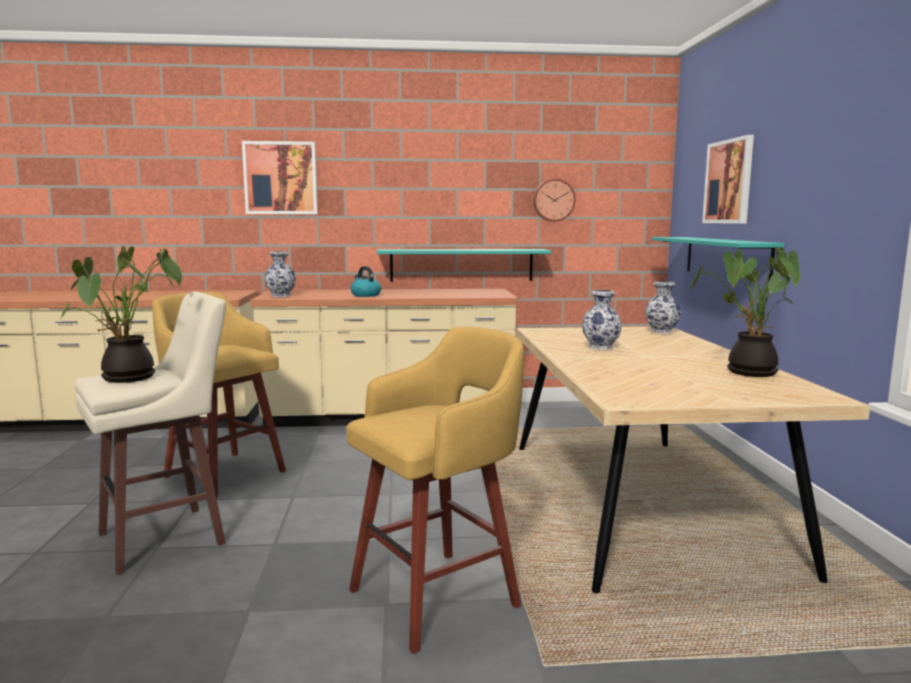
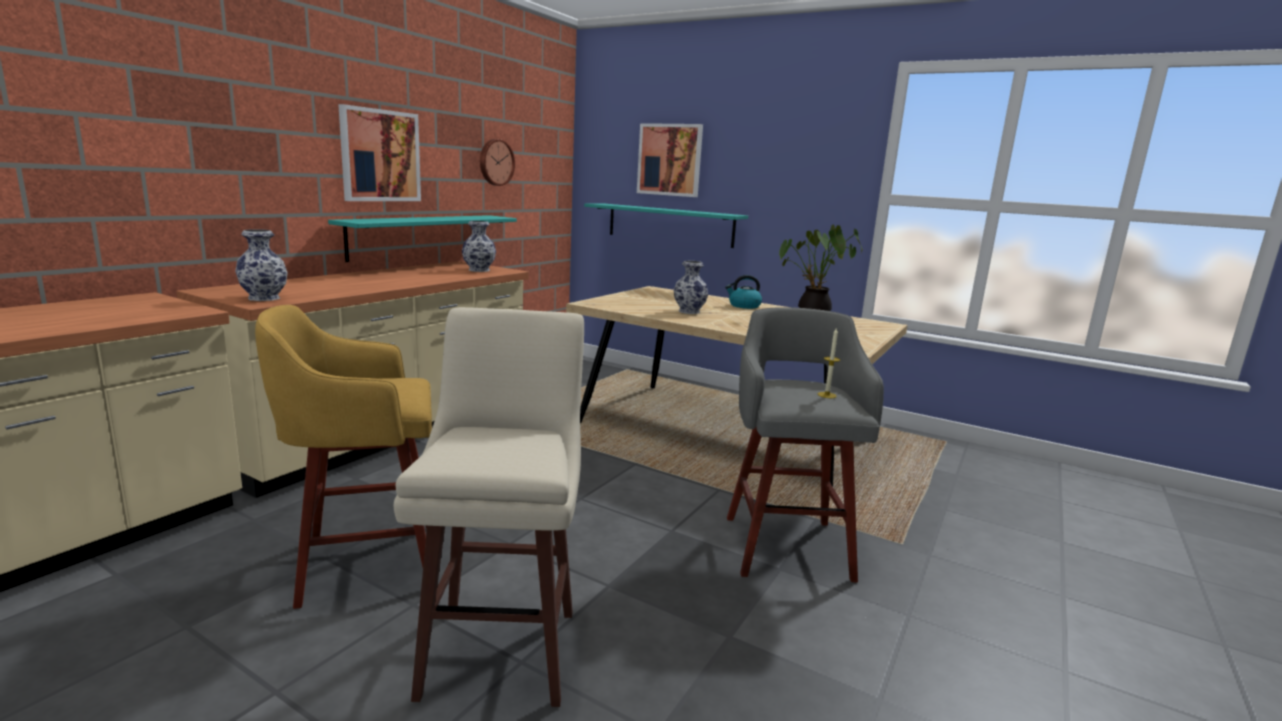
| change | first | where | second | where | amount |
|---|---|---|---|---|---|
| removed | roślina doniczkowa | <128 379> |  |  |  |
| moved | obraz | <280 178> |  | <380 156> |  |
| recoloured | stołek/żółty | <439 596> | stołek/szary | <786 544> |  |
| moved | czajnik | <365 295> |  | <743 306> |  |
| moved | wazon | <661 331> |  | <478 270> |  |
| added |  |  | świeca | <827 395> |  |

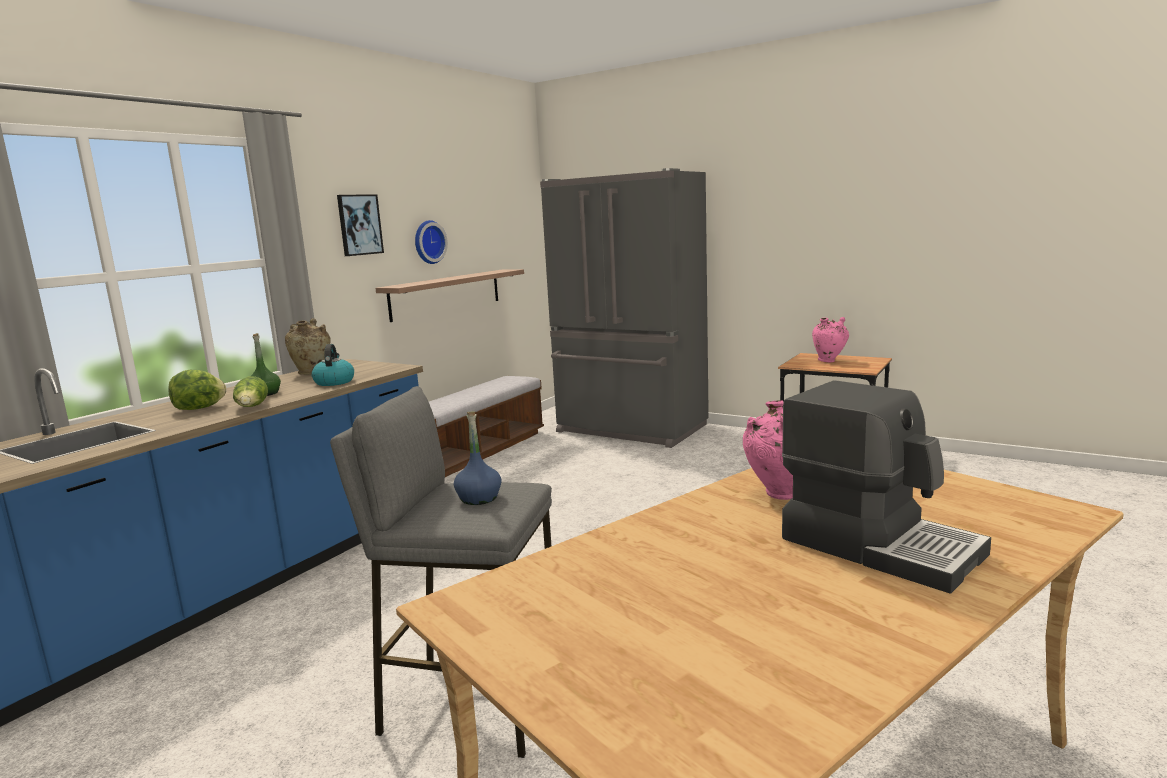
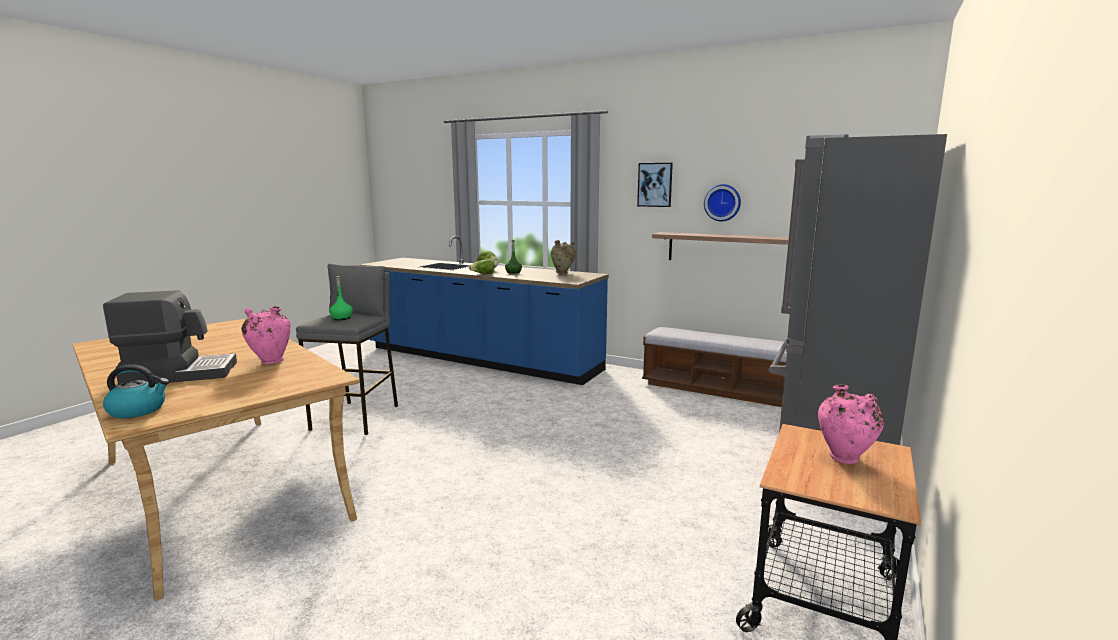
| change | first | where | second | where | amount |
|---|---|---|---|---|---|
| moved | czajnik | <334 382> |  | <138 410> |  |
| recoloured | butelka/niebieski | <479 498> | butelka/zielony | <341 318> |  |
| turned | ekspres do kawy | <880 545> |  | <180 373> | 150 degrees counterclockwise |

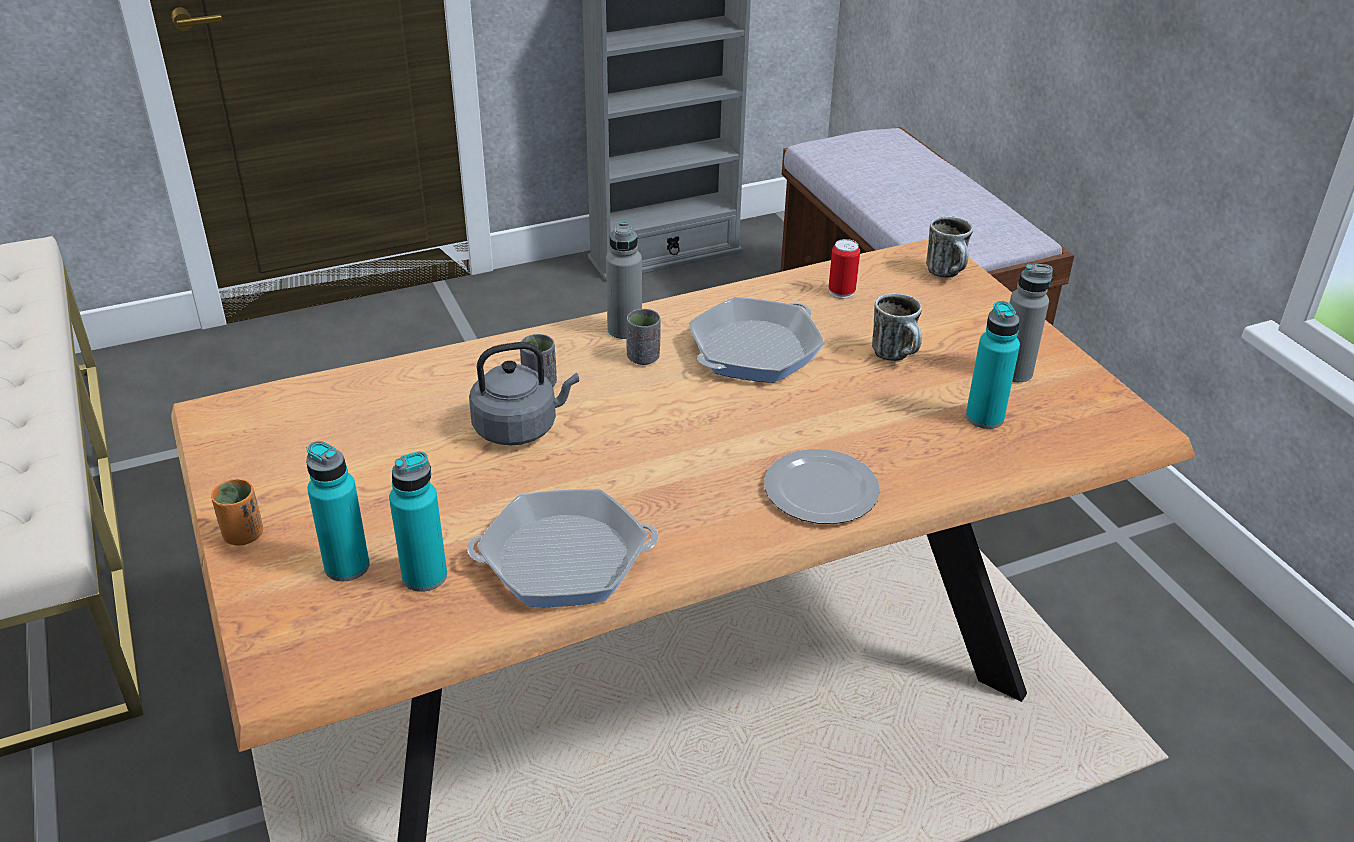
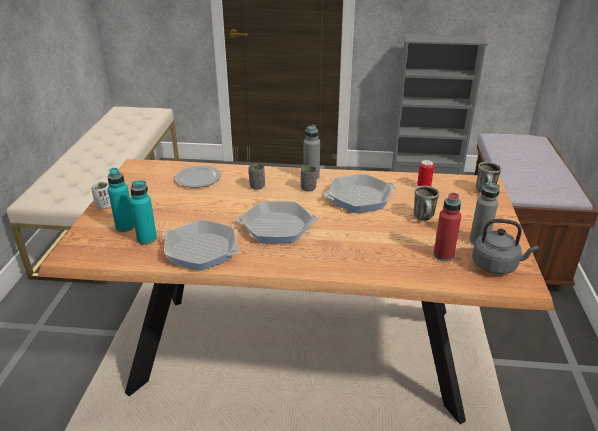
| change | first | where | second | where | amount |
|---|---|---|---|---|---|
| recoloured | filiżanka/pomarańczowy | <243 535> | filiżanka/biały | <104 206> |  |
| moved | czajnik/szary | <520 428> |  | <496 266> |  |
| moved | talerz | <823 491> |  | <199 178> |  |
| recoloured | butelka/turkusowy | <984 417> | butelka/czerwony | <443 255> |  |
| added |  |  | patelnia | <277 227> |  |

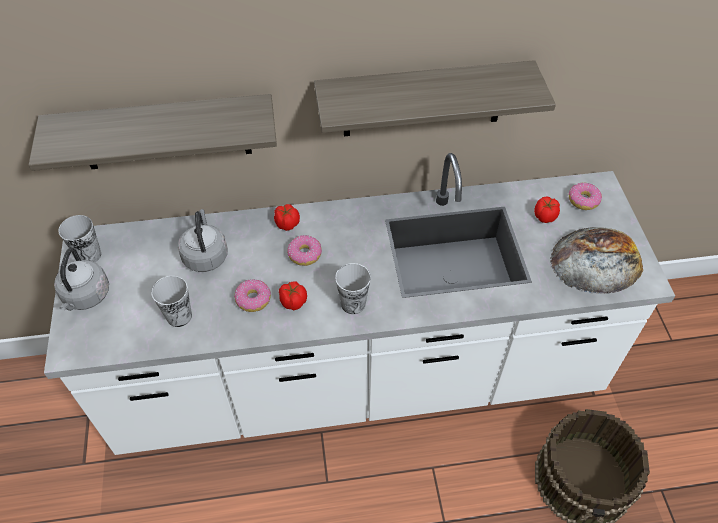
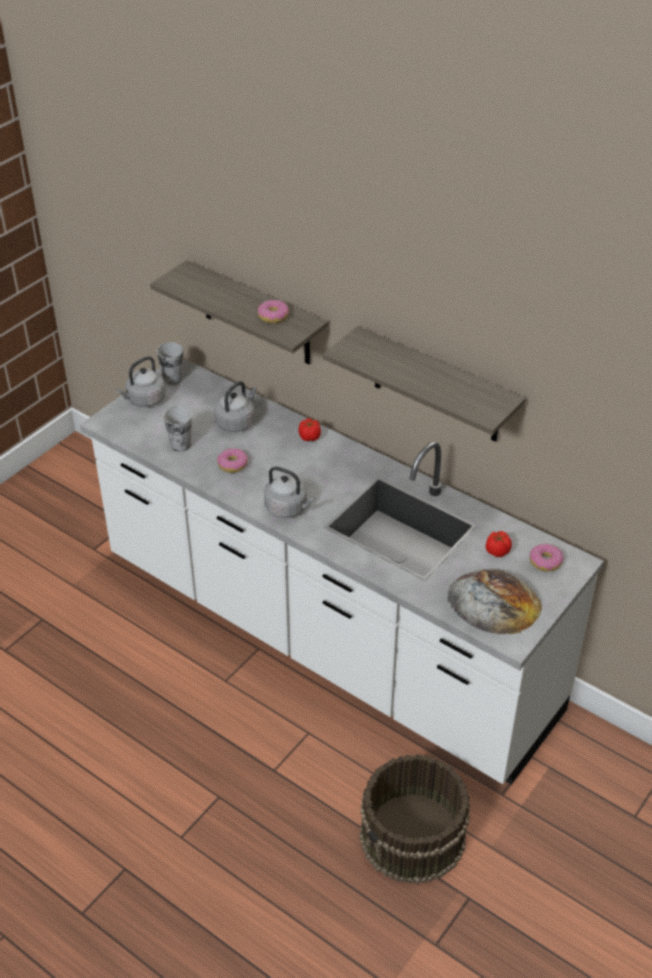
| change | first | where | second | where | amount |
|---|---|---|---|---|---|
| removed | pomidor | <293 301> |  |  |  |
| moved | donut | <305 254> |  | <273 316> |  |
| replaced | filiżanka | <353 304> | czajnik/szary | <288 508> |  |

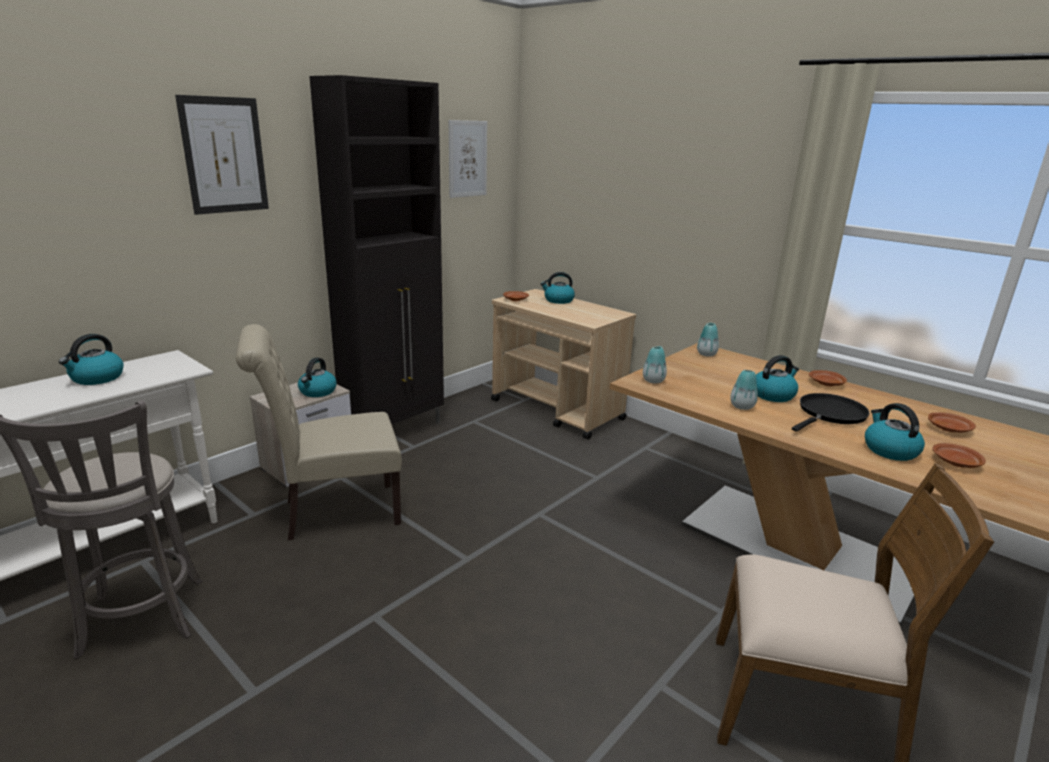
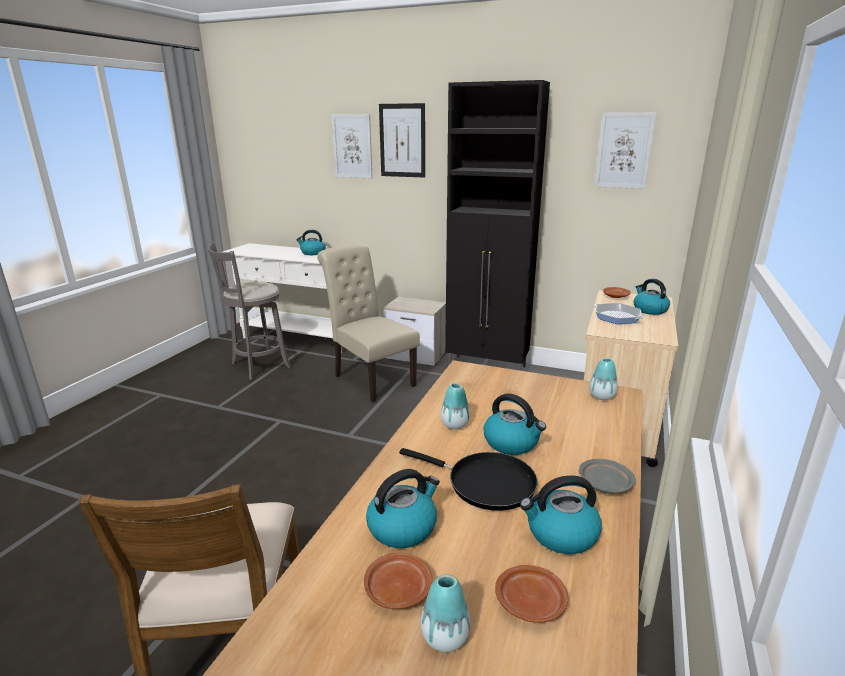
| change | first | where | second | where | amount |
|---|---|---|---|---|---|
| moved | czajnik | <317 392> |  | <560 534> |  |
| moved | wazon | <653 381> |  | <445 637> |  |
| recoloured | talerz/brązowy | <826 383> | talerz/szary | <604 483> |  |
| added |  |  | obraz | <352 146> |  |
| added |  |  | patelnia | <617 317> |  |

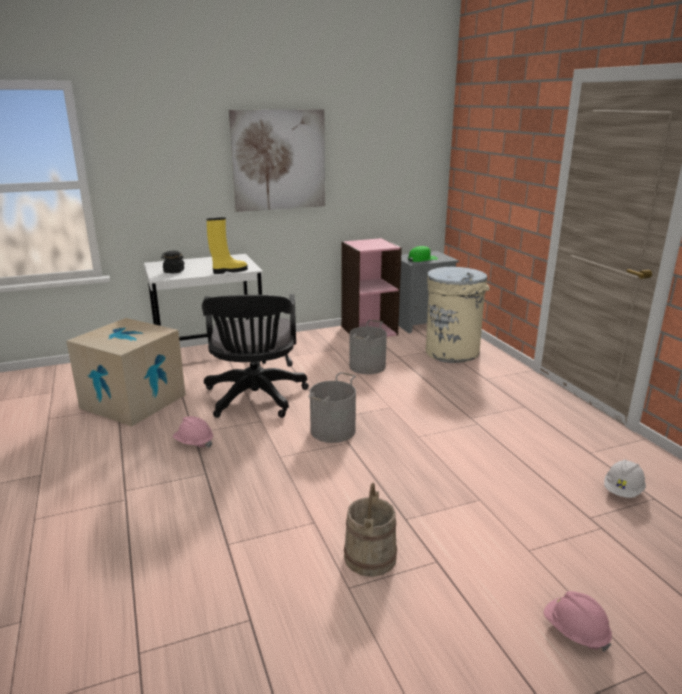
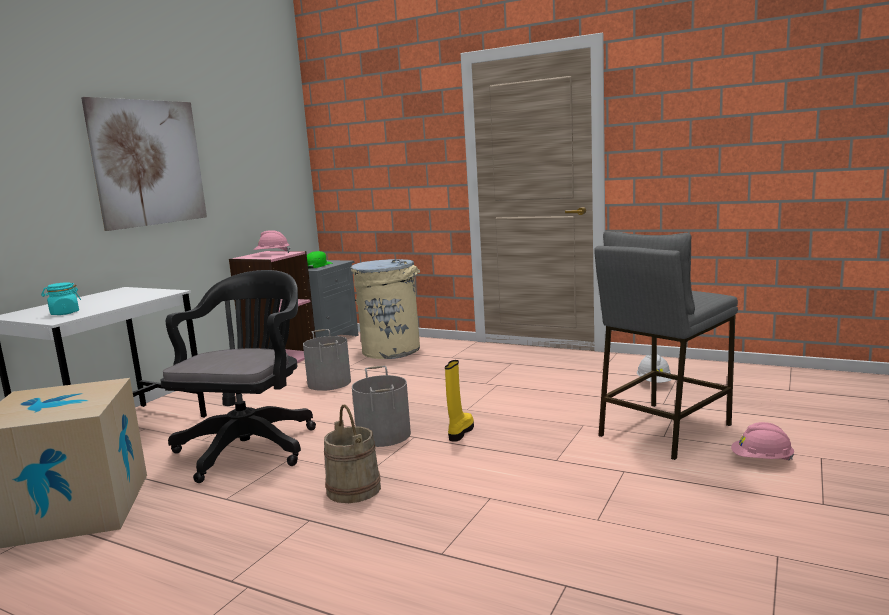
| change | first | where | second | where | amount |
|---|---|---|---|---|---|
| recoloured | słoik/czarny | <174 272> | słoik/turkusowy | <64 313> |  |
| moved | kask/różowy | <194 443> |  | <272 254> |  |
| turned | krzesło biurowe/czarny | <255 399> |  | <251 446> | 120 degrees counterclockwise |
| moved | but z cholewką/żółty | <229 271> |  | <460 432> |  |
| moved | wiadro/beżowy | <369 556> |  | <353 489> |  |
| added |  |  | stołek/szary | <663 430> |  |

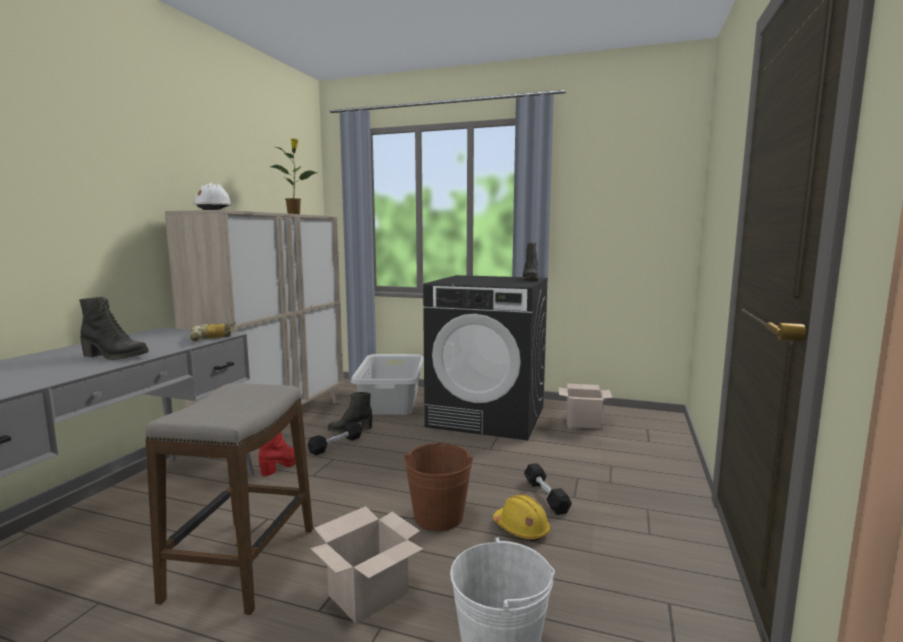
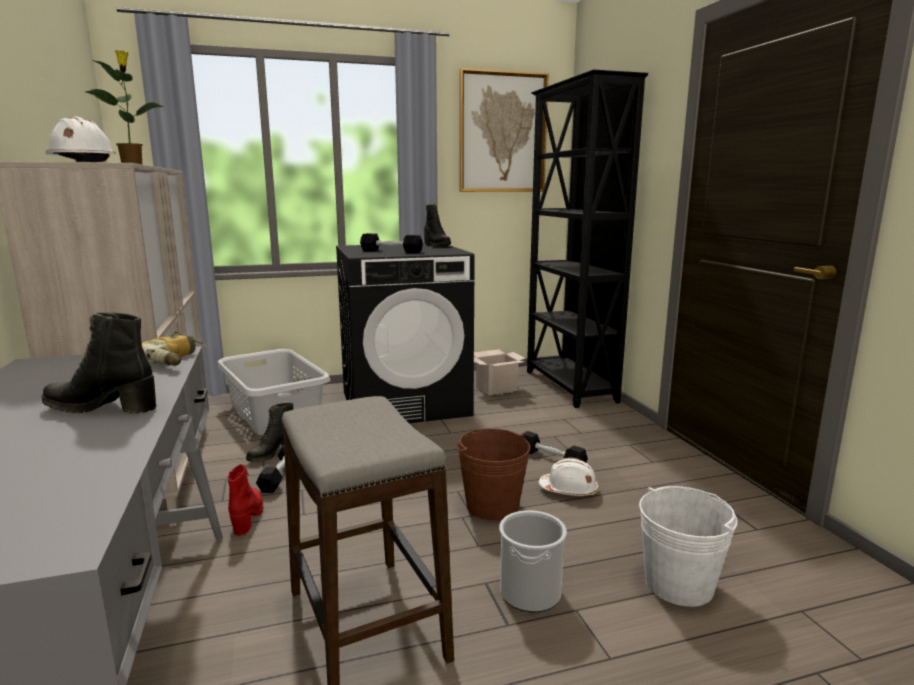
| change | first | where | second | where | amount |
|---|---|---|---|---|---|
| turned | but z cholewką/czarny | <114 357> |  | <102 408> | 150 degrees counterclockwise |
| replaced | karton | <367 596> | wiadro | <530 593> |  |
| recoloured | kask/żółty | <521 528> | kask/biały | <569 490> |  |
| added |  |  | hantel/czarny | <391 251> |  |
| added |  |  | obraz | <502 133> |  |
| added |  |  | regał/czarny | <569 387> |  |

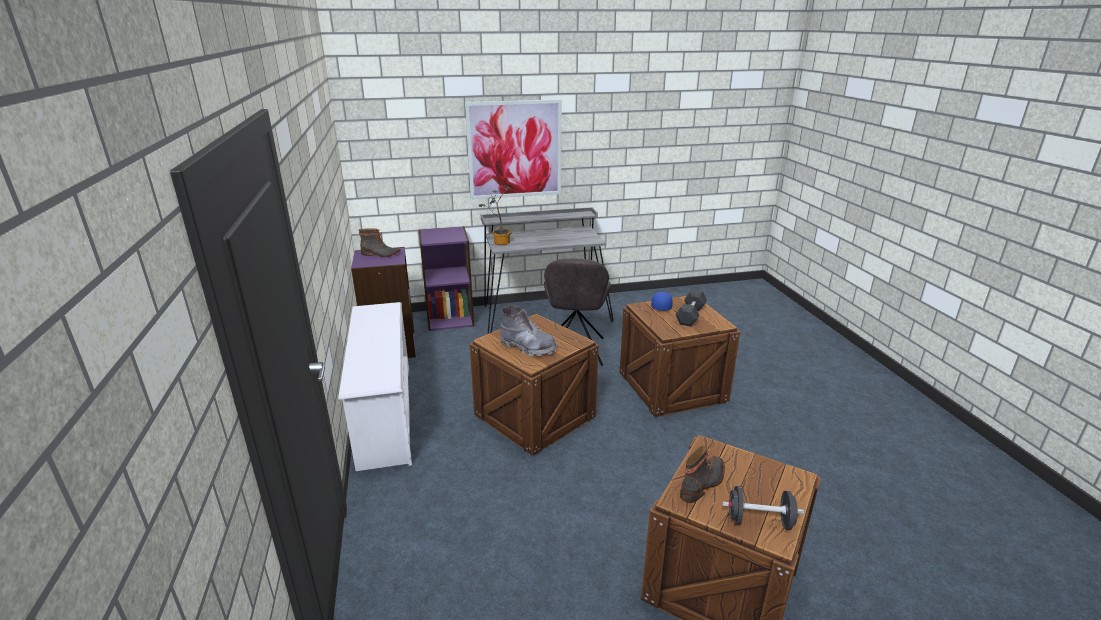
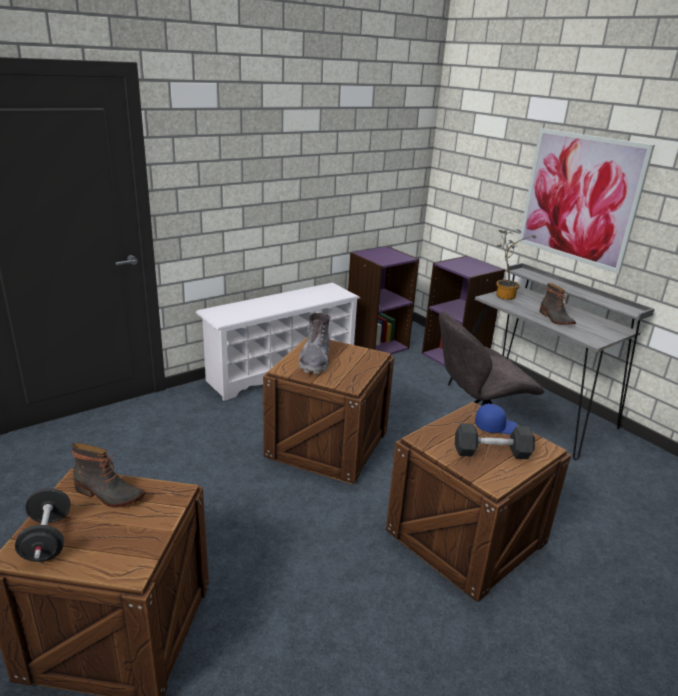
| change | first | where | second | where | amount |
|---|---|---|---|---|---|
| moved | but z cholewką | <380 254> |  | <555 319> |  |

